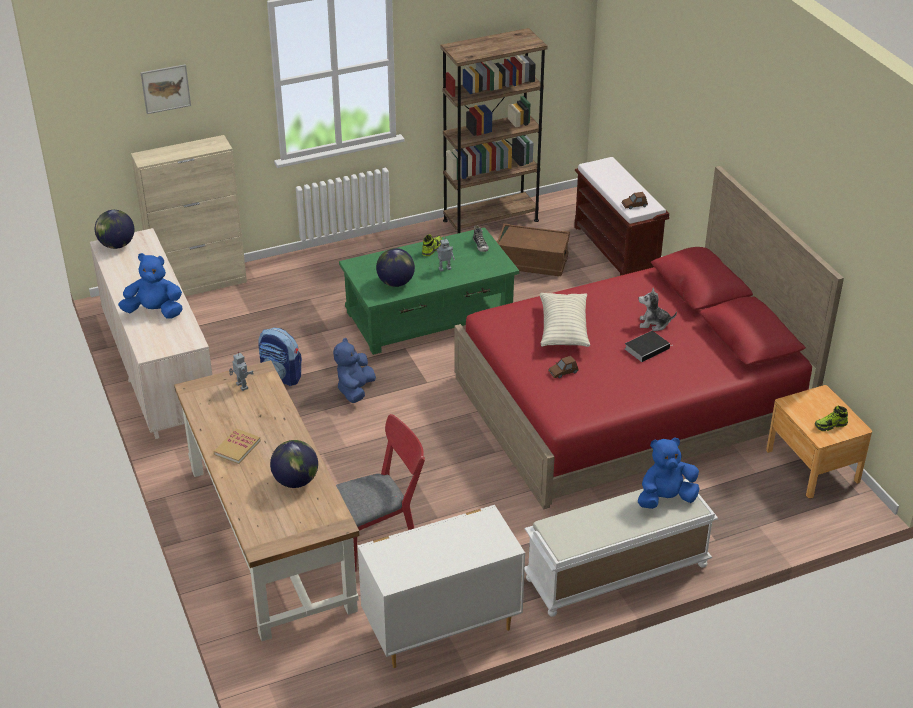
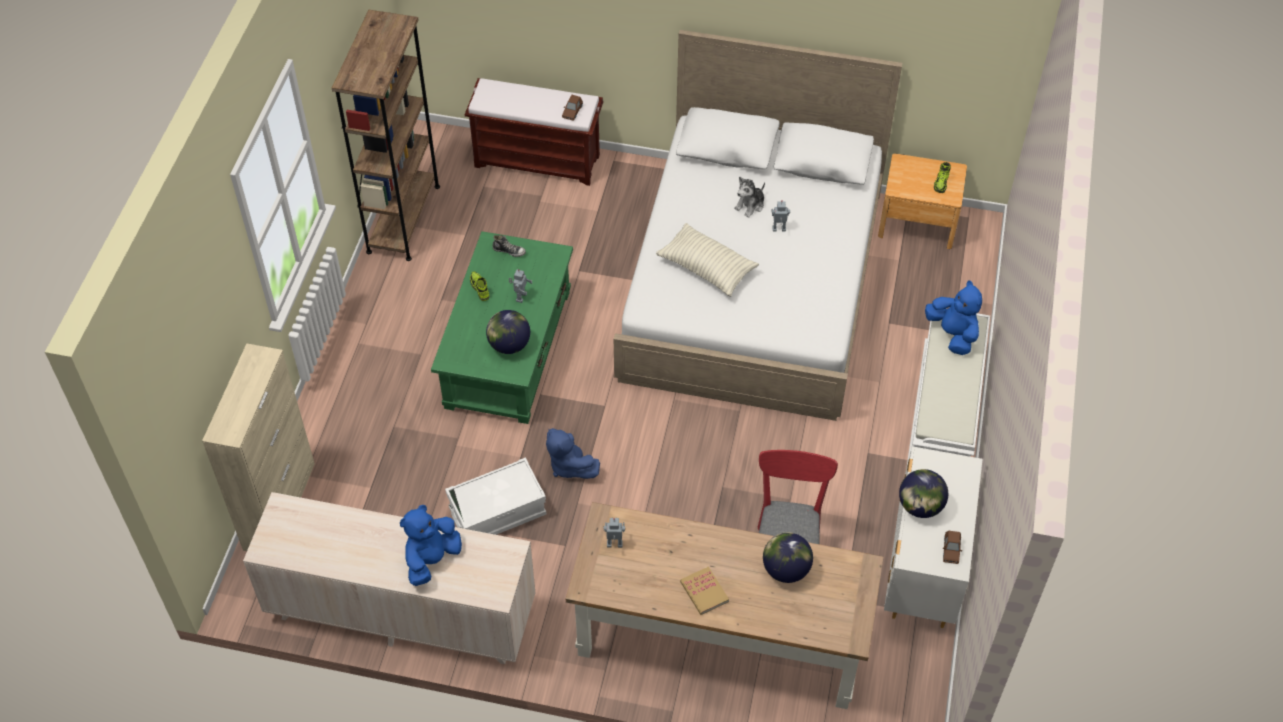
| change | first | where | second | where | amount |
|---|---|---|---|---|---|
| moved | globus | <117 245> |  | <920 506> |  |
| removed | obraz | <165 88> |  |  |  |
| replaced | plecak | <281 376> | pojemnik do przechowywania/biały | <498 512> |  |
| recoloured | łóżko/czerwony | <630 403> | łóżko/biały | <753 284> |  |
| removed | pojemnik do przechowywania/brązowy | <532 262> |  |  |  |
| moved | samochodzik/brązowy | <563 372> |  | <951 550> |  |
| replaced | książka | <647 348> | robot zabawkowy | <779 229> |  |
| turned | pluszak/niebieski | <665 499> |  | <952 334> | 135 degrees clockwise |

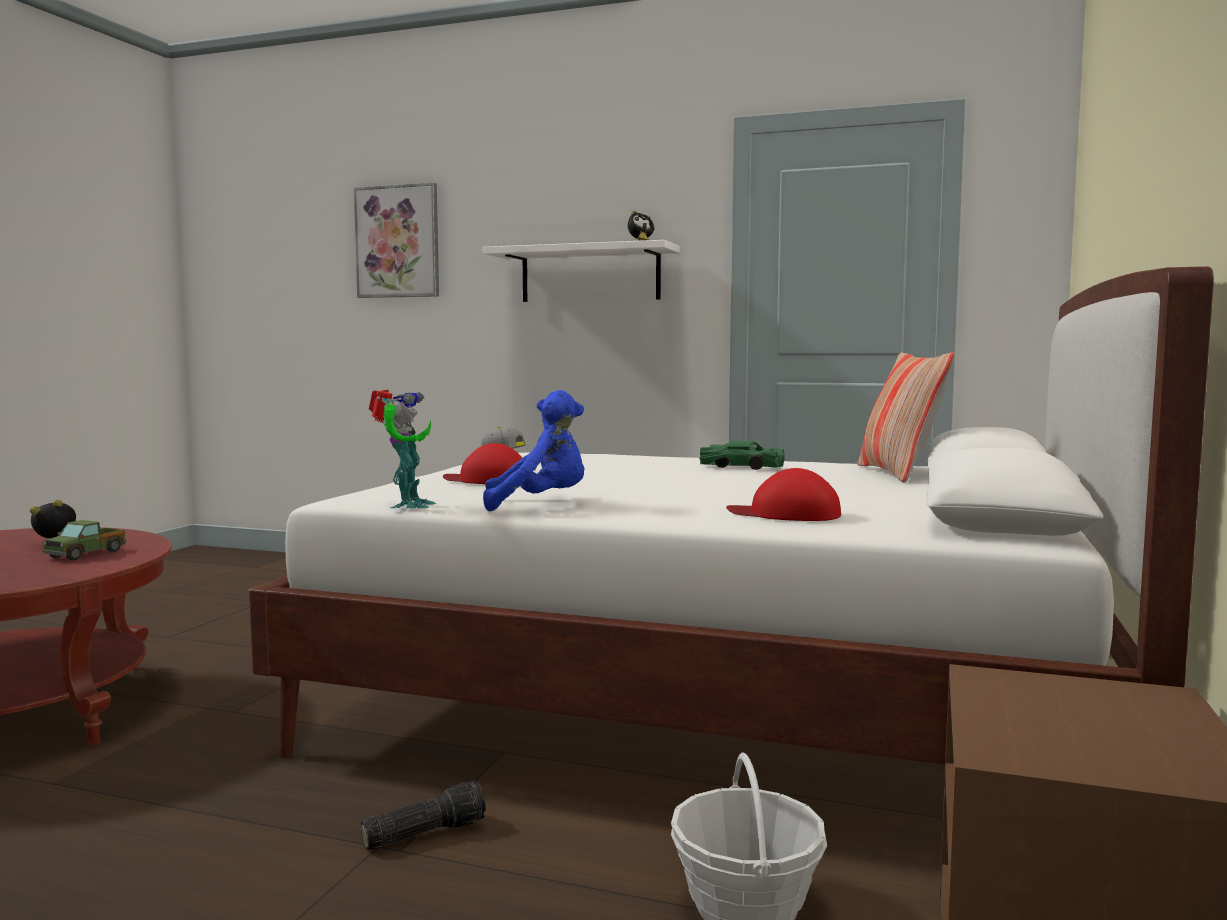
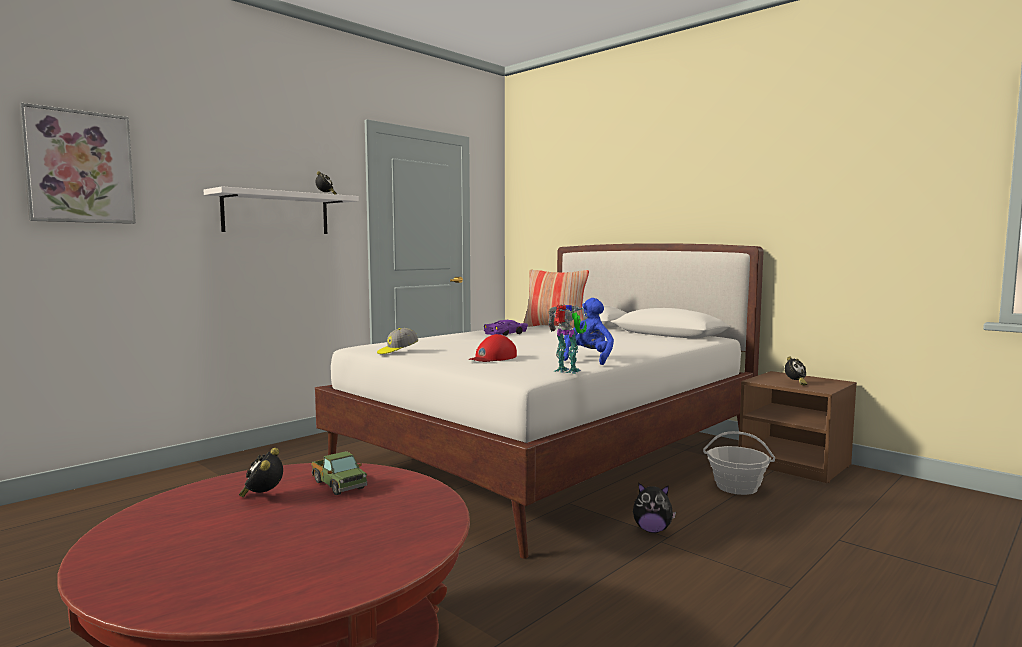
| change | first | where | second | where | amount |
|---|---|---|---|---|---|
| replaced | latarka | <424 833> | pluszak | <652 530> |  |
| recoloured | samochodzik/zielony | <742 467> | samochodzik/fioletowy | <506 334> |  |
| removed | czapka z daszkiem/czerwony | <785 514> |  |  |  |
| added |  |  | budzik | <795 383> |  |

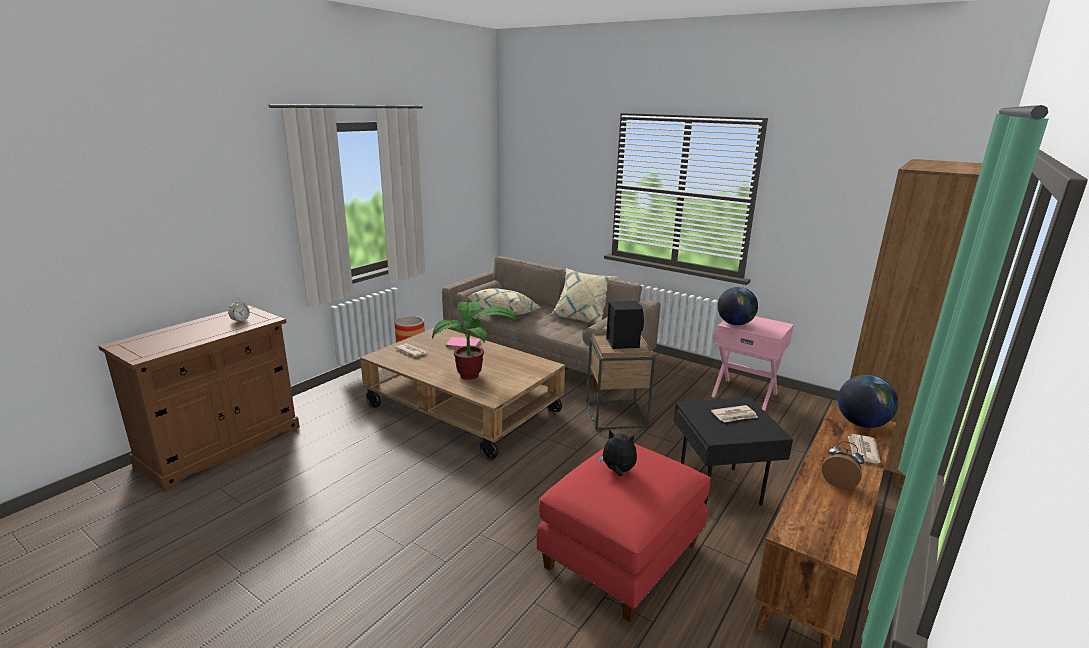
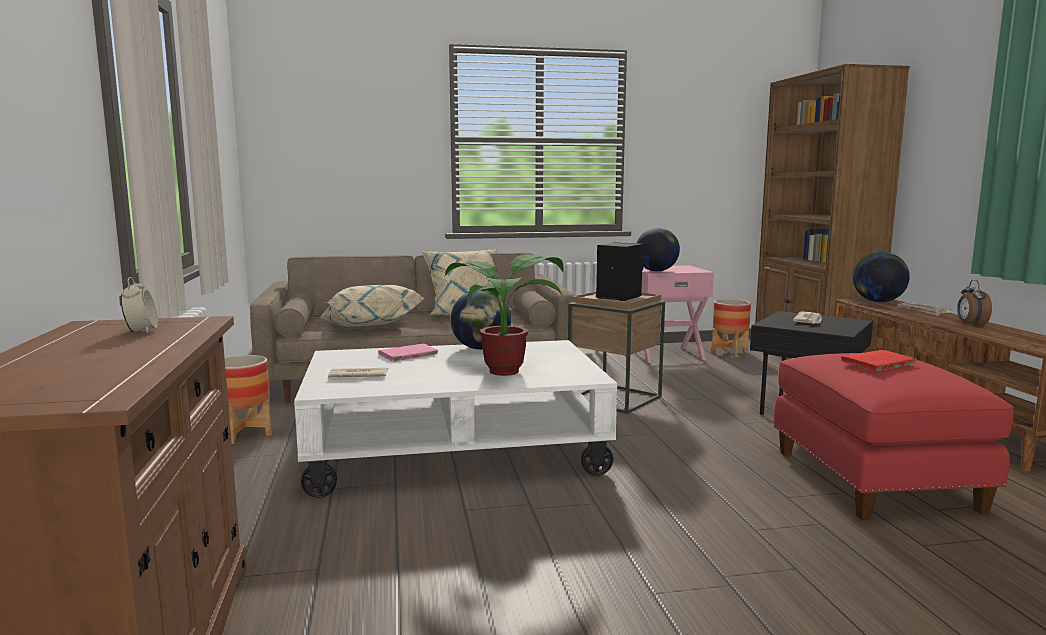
| change | first | where | second | where | amount |
|---|---|---|---|---|---|
| recoloured | ława/brązowy | <464 409> | ława/biały | <454 450> |  |
| replaced | pluszak | <617 471> | książka/czerwony | <876 363> |  |
| turned | budzik | <839 483> |  | <970 325> | 75 degrees counterclockwise |
| added |  |  | globus | <481 348> |  |
| added |  |  | donica | <729 352> |  |

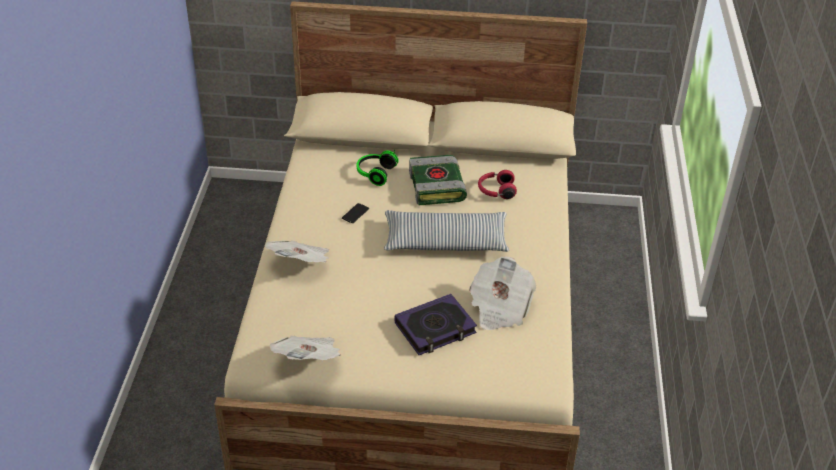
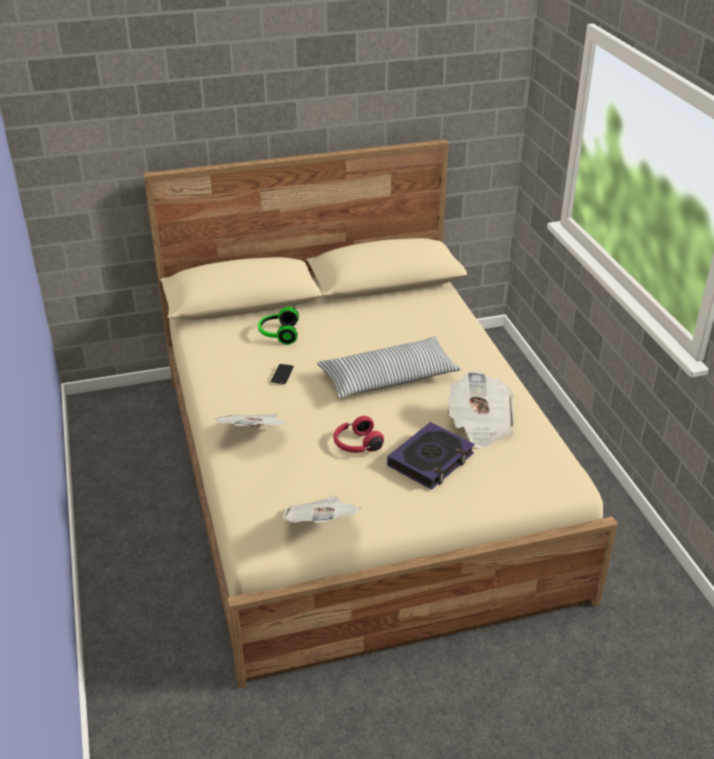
| change | first | where | second | where | amount |
|---|---|---|---|---|---|
| removed | książka | <437 187> |  |  |  |
| moved | słuchawki/czerwony | <496 191> |  | <356 445> |  |

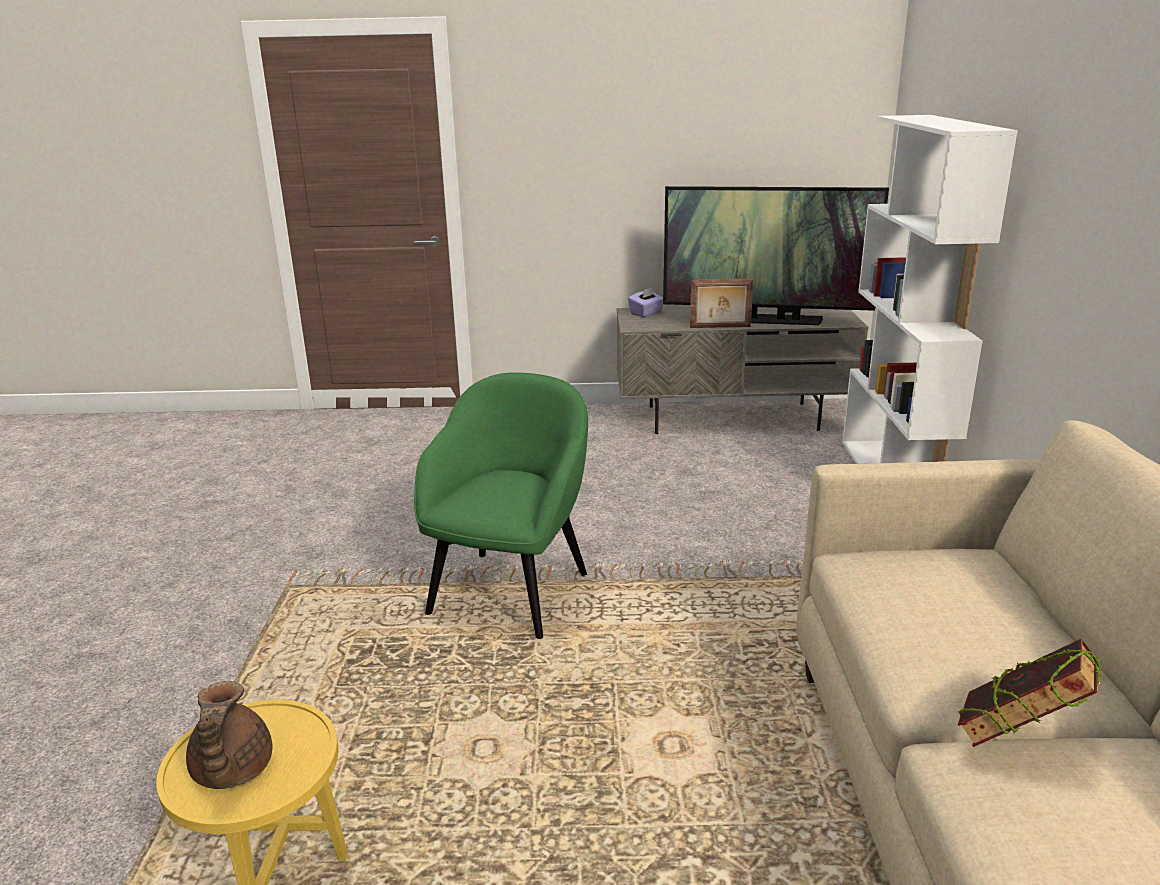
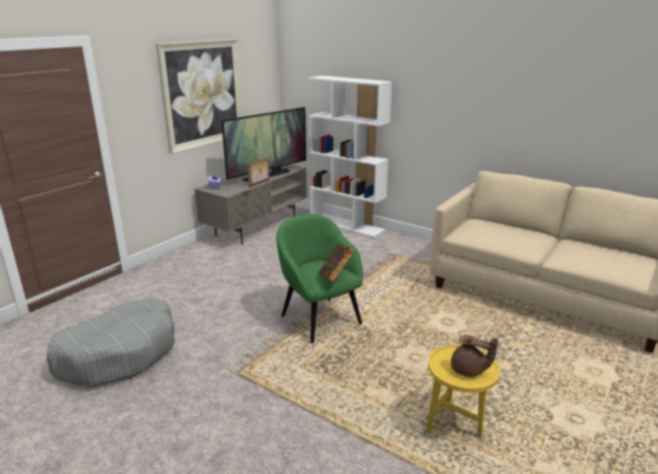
| change | first | where | second | where | amount |
|---|---|---|---|---|---|
| moved | książka | <1017 742> |  | <336 278> |  |
| added |  |  | legowisko/szary | <119 354> |  |
| added |  |  | obraz | <203 94> |  |

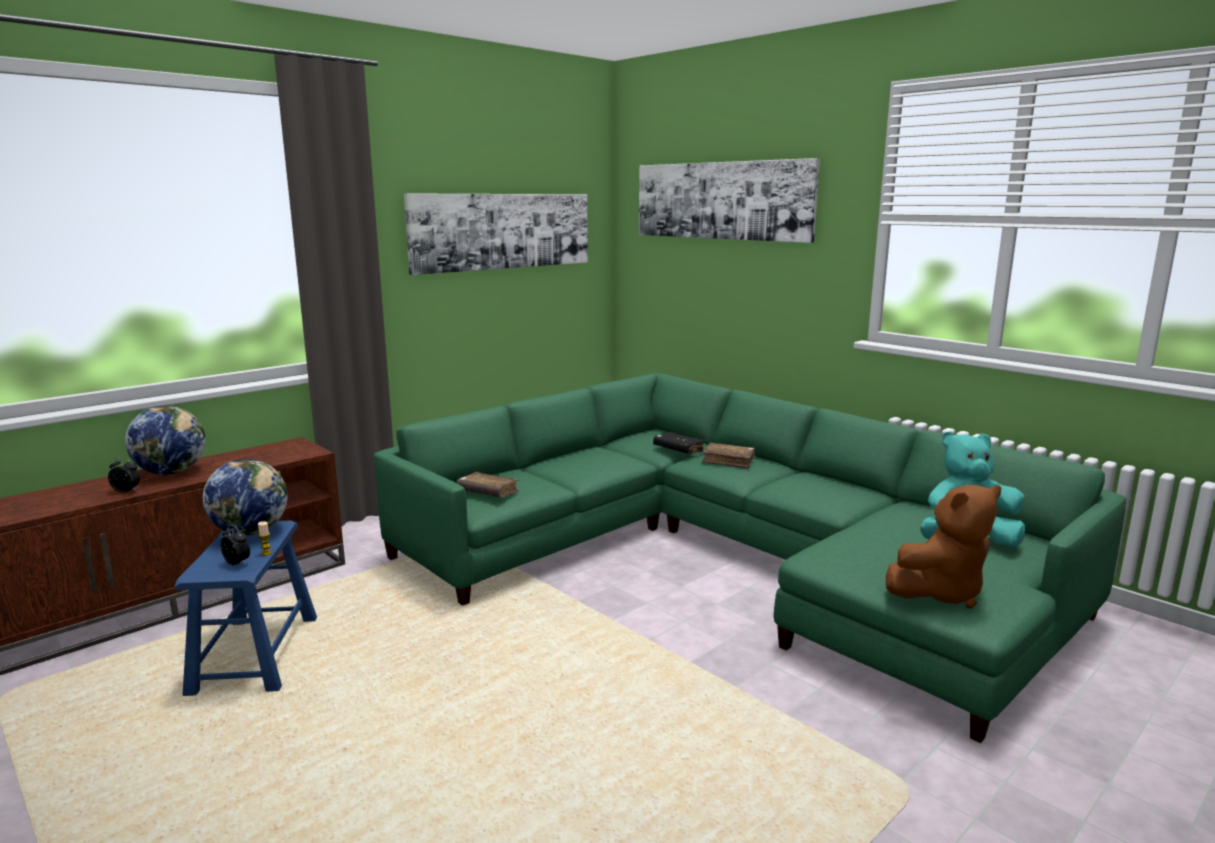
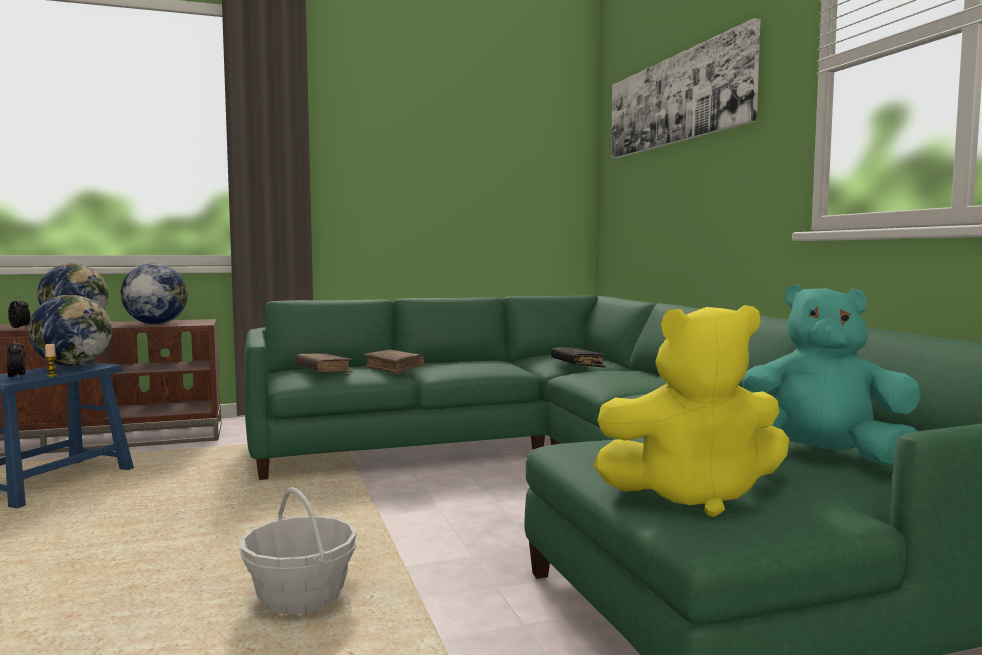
| change | first | where | second | where | amount |
|---|---|---|---|---|---|
| removed | obraz | <503 231> |  |  |  |
| moved | książka/brązowy | <728 461> |  | <394 368> |  |
| recoloured | pluszak/brązowy | <939 592> | pluszak/żółty | <692 496> |  |
| added |  |  | globus | <155 324> |  |
| added |  |  | koszyk | <301 598> |  |

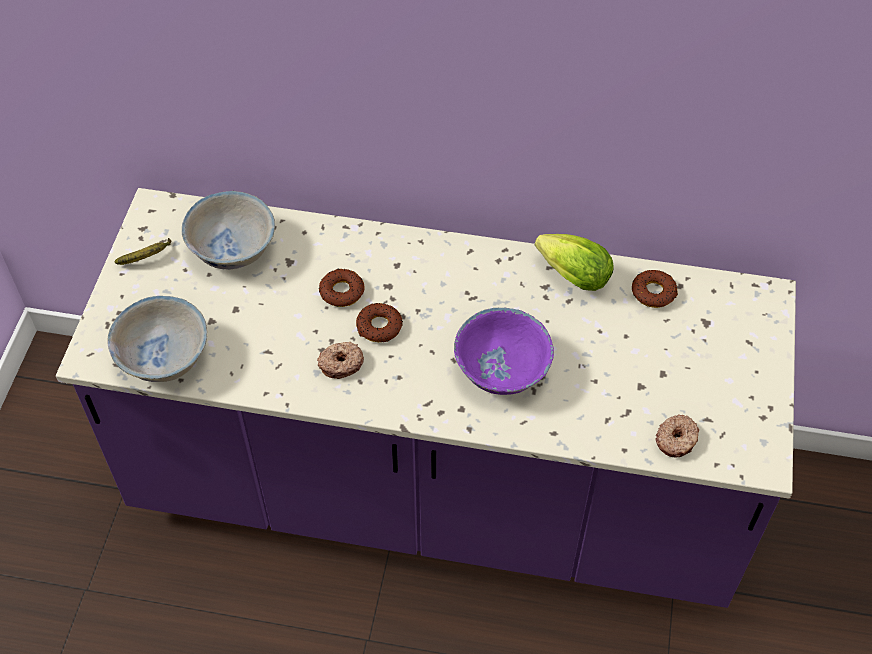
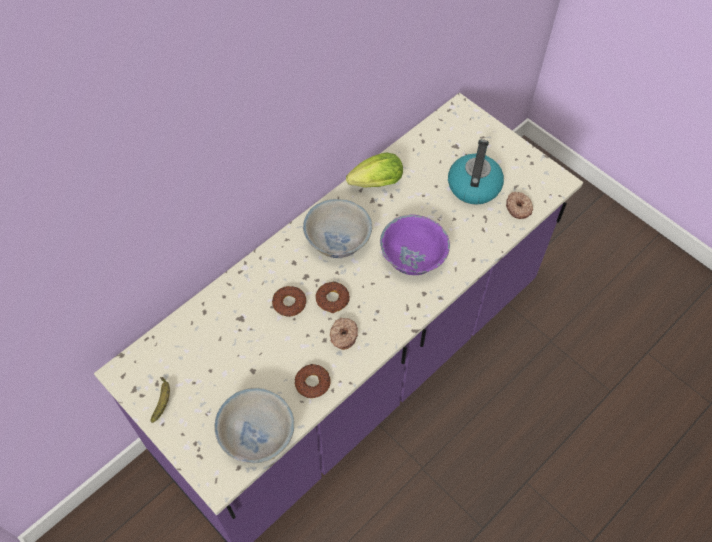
| change | first | where | second | where | amount |
|---|---|---|---|---|---|
| moved | miska/biały | <232 249> |  | <337 241> |  |
| moved | donut | <653 292> |  | <312 383> |  |
| added |  |  | czajnik | <473 185> |  |

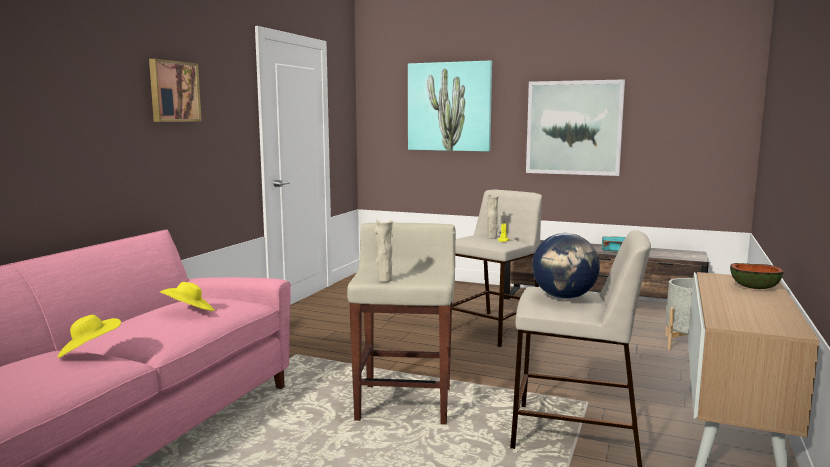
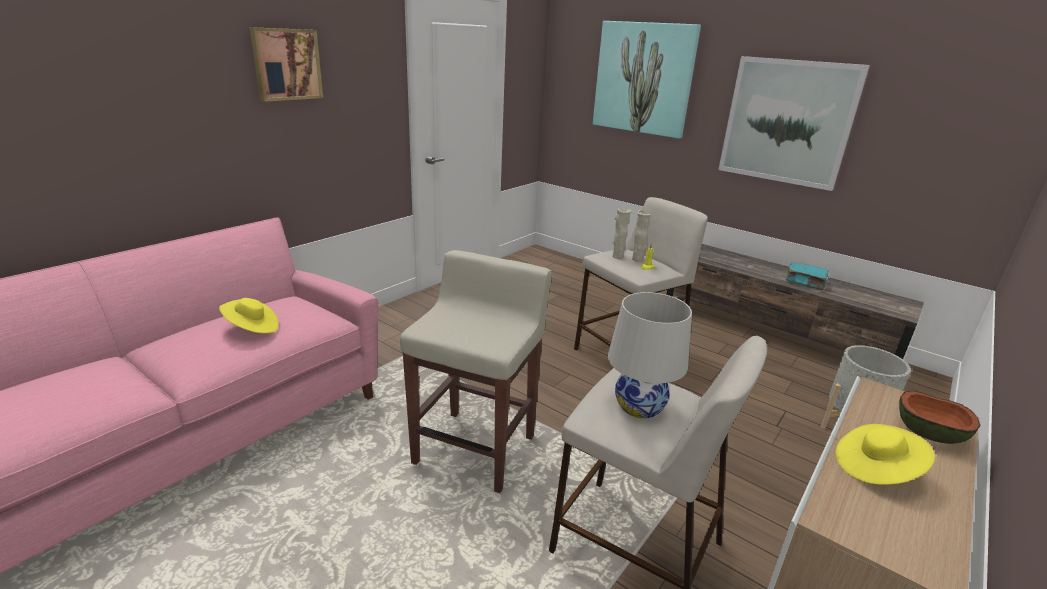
| change | first | where | second | where | amount |
|---|---|---|---|---|---|
| moved | kapelusz/żółty | <89 352> |  | <876 469> |  |
| moved | wazon/beżowy | <384 280> |  | <617 257> |  |
| replaced | globus | <564 297> | lampa stołowa/biały | <639 406> |  |

